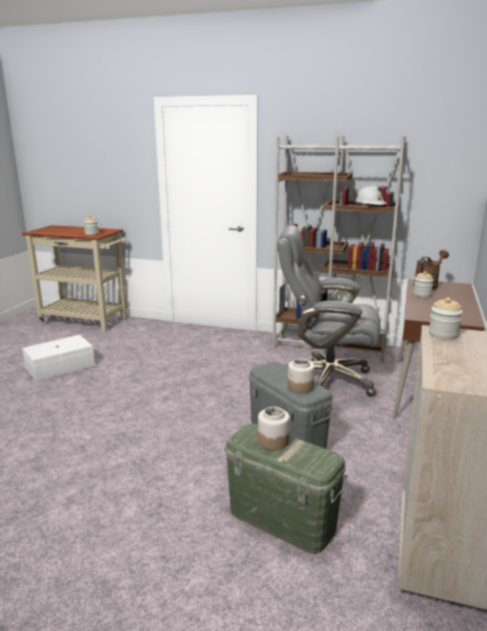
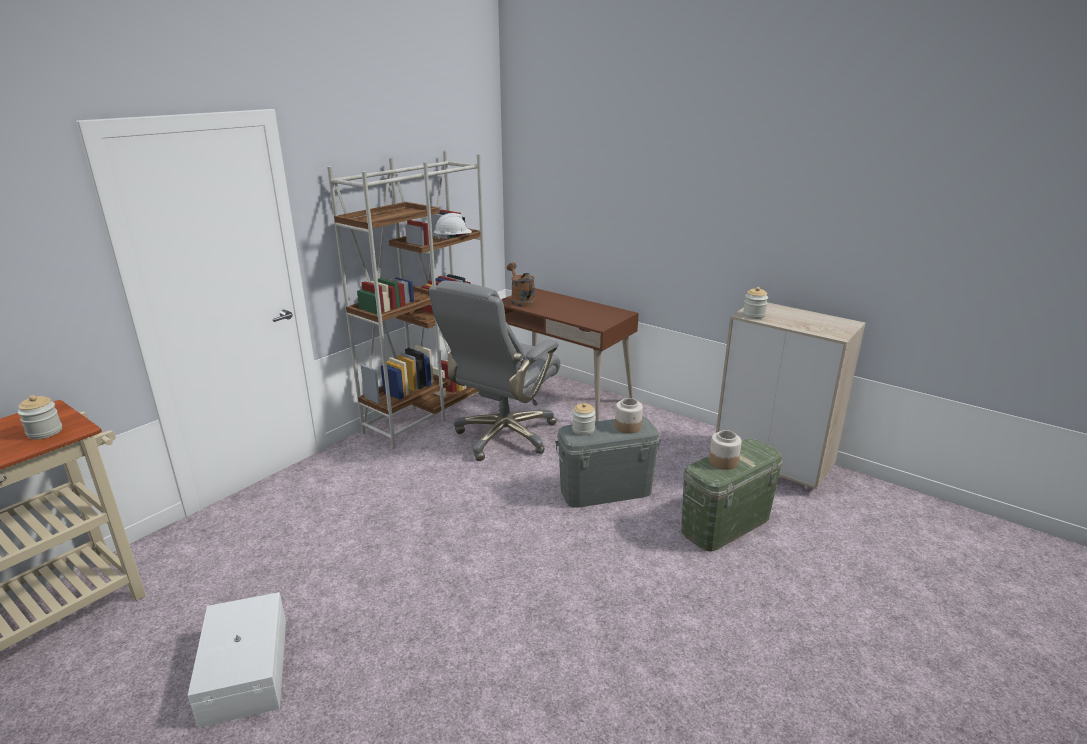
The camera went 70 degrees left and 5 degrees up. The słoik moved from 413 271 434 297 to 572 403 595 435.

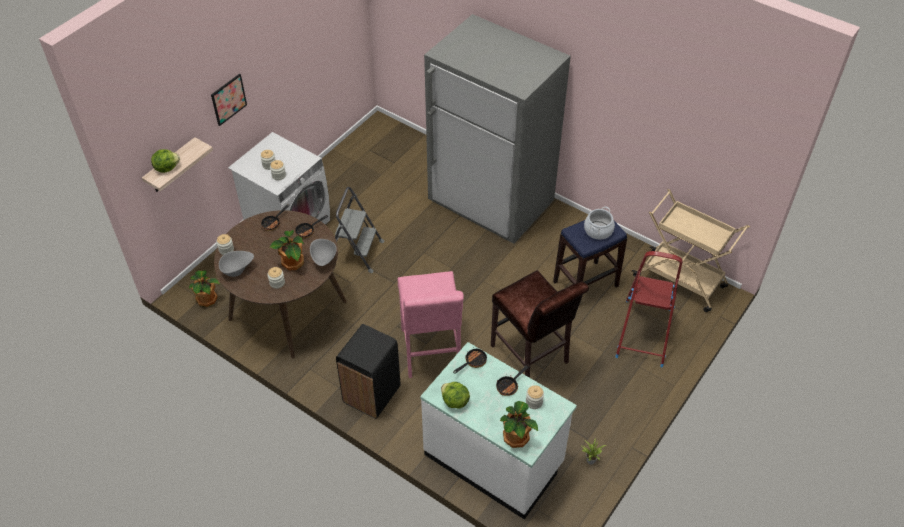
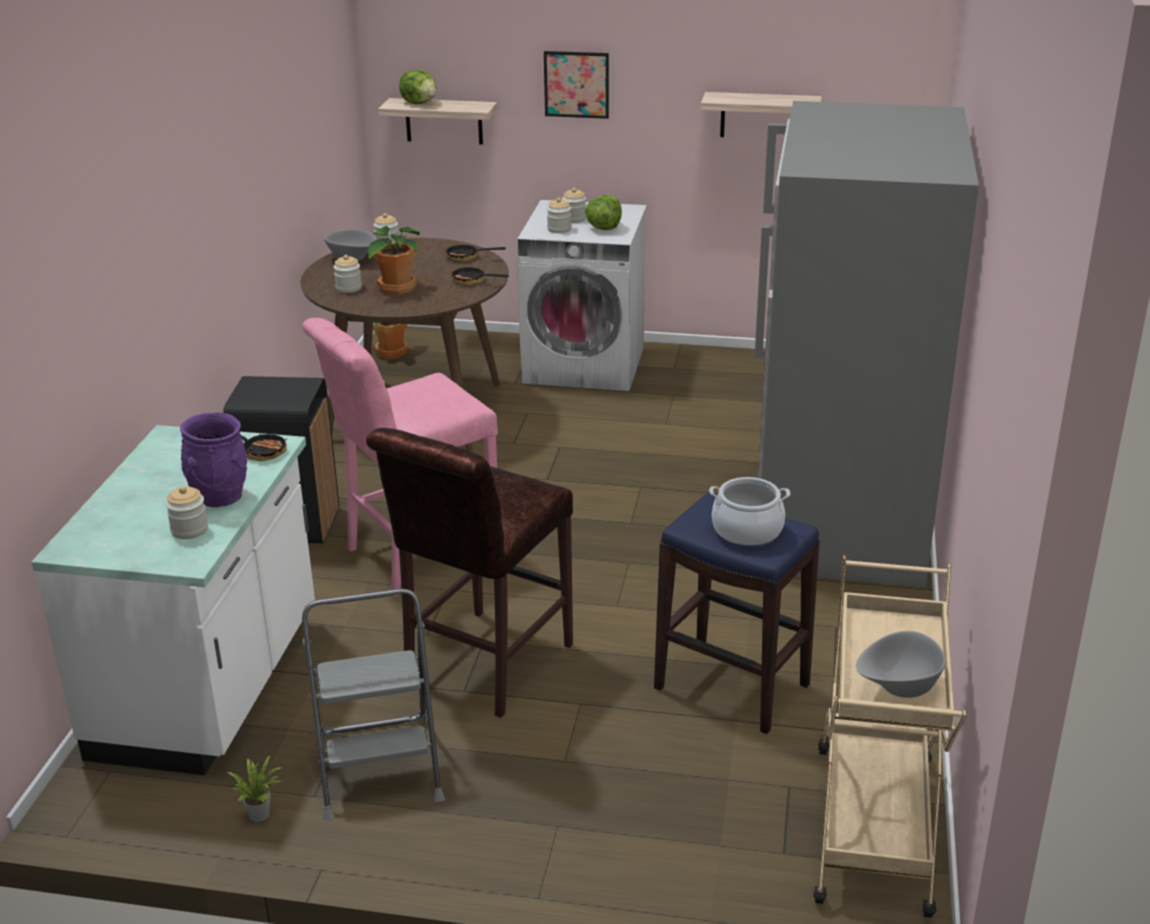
The camera went 65 degrees right and 20 degrees down. The drabinka (szary) moved from 335 187 384 273 to 302 589 445 820. The miska (szary) moved from 310 239 337 266 to 856 631 945 698. The drabinka (czerwony) at 615 251 683 367 disappeared. The patelnia at 496 364 530 396 was replaced by the wazon (fioletowy) at 180 412 247 507. The sałata moved from 441 382 470 409 to 585 195 622 230. The roślina doniczkowa at 500 401 538 448 disappeared. The półka at 701 92 822 137 appeared.

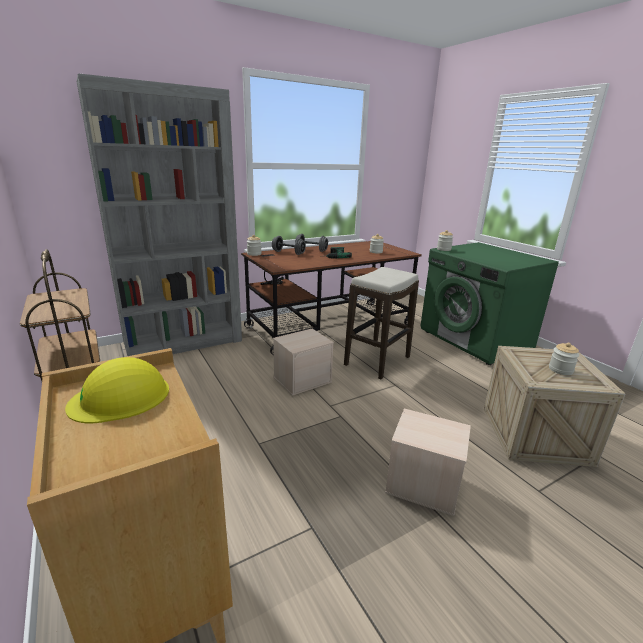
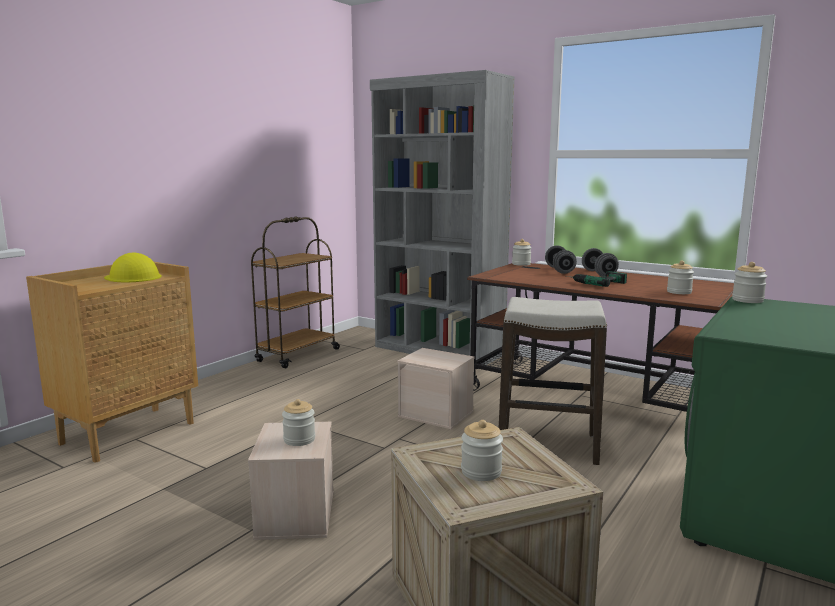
The camera went 65 degrees right and 10 degrees down. The słoik at 282 399 315 446 appeared.

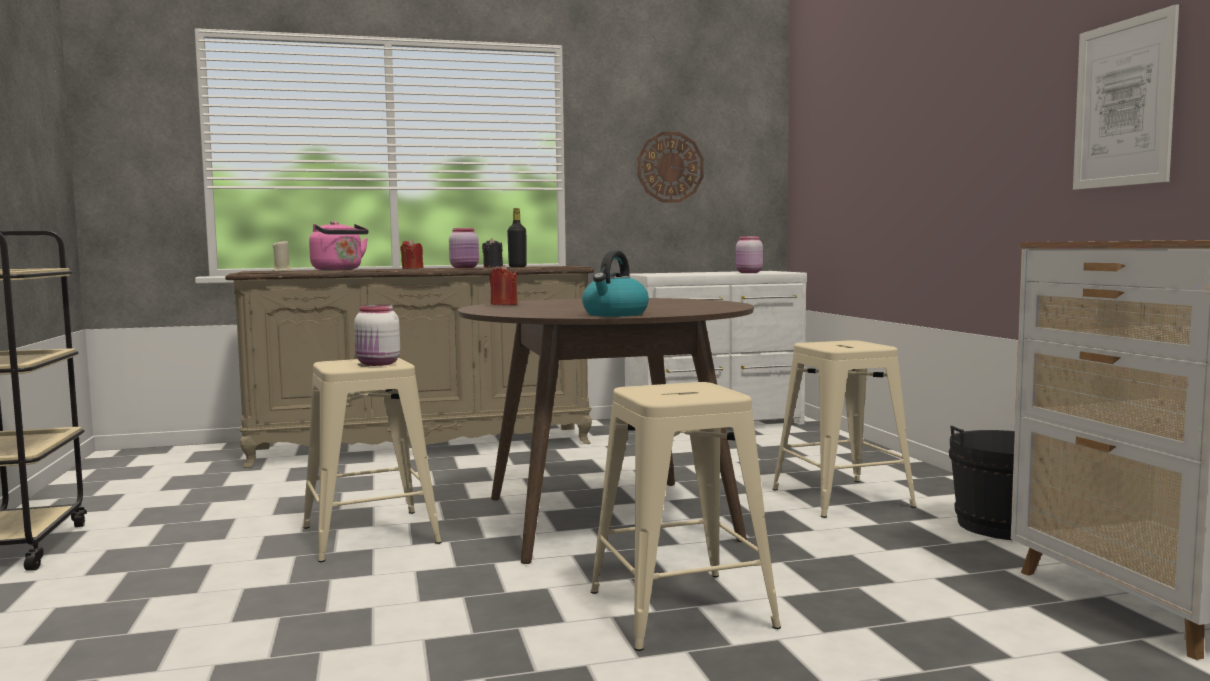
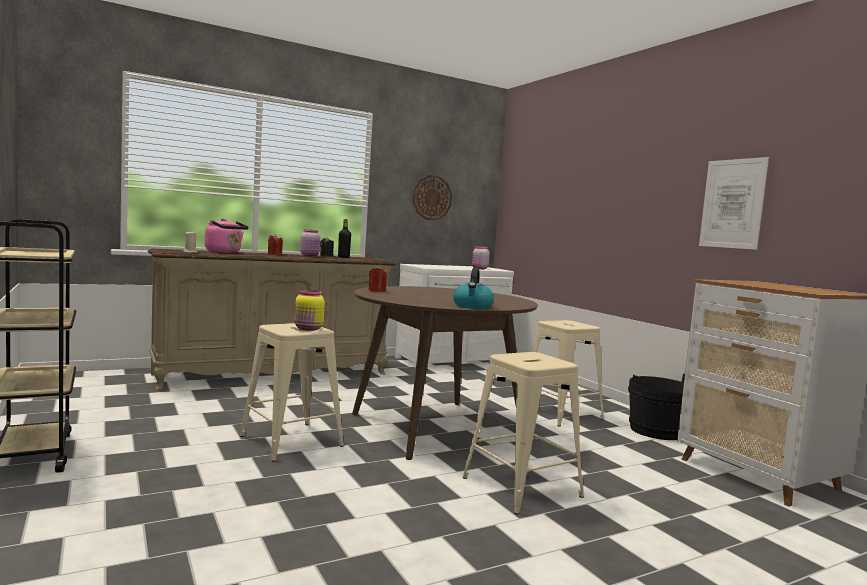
The camera went 15 degrees left and 0 degrees up. The słoik (biały) at 354 305 400 366 became the słoik (żółty) at 294 290 325 331.

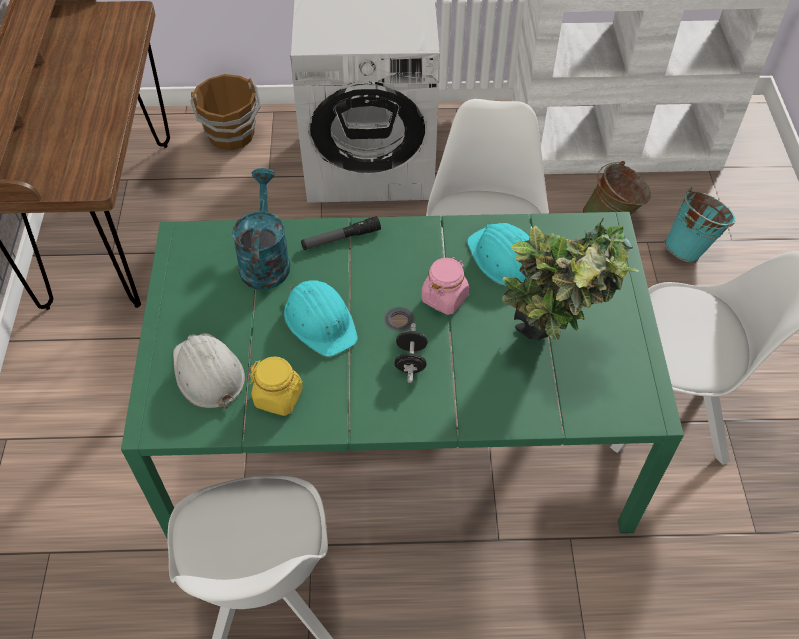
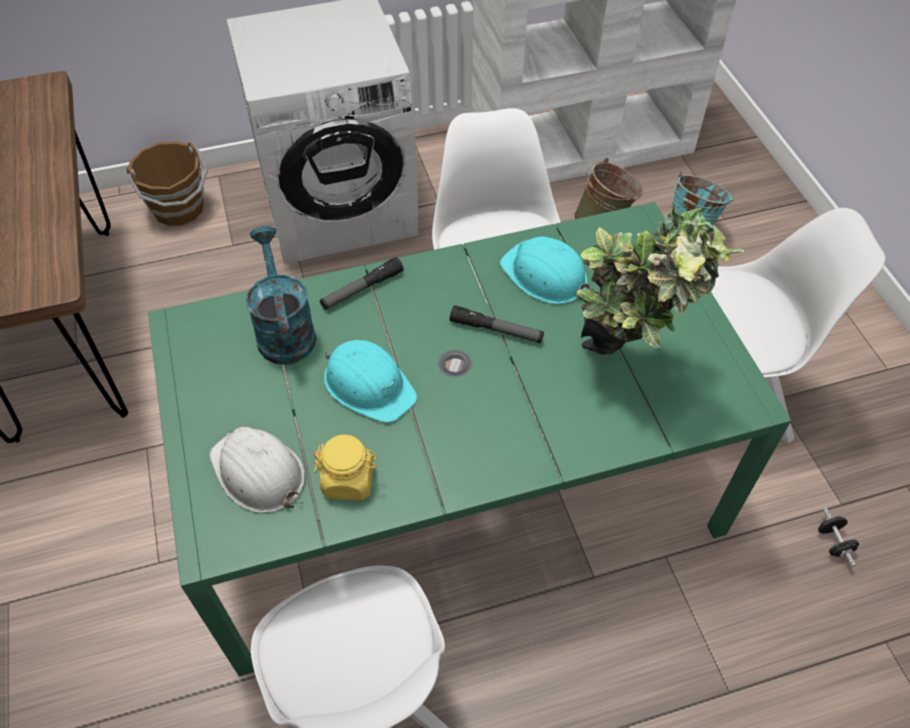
The camera went 15 degrees left and 0 degrees up. The słoik (różowy) at 422 257 469 315 was replaced by the latarka at 450 305 544 343. The hantel (czarny) moved from 394 323 428 383 to 818 507 859 567.

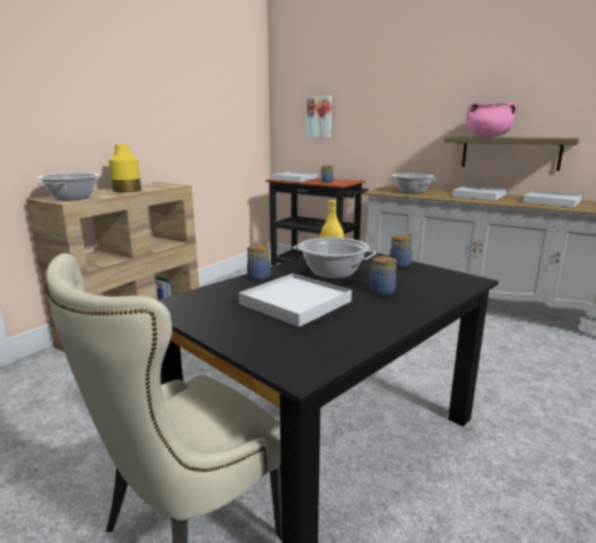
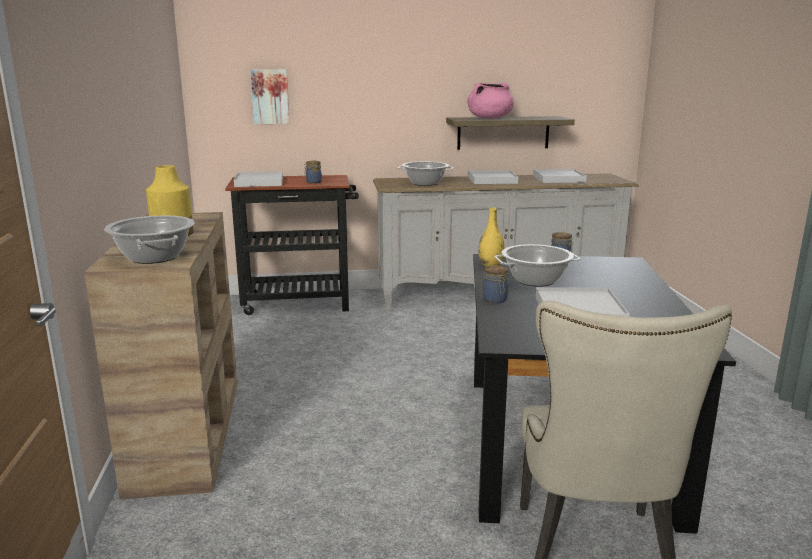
The camera went 40 degrees left and 0 degrees up. The słoik at 370 256 397 295 disappeared.

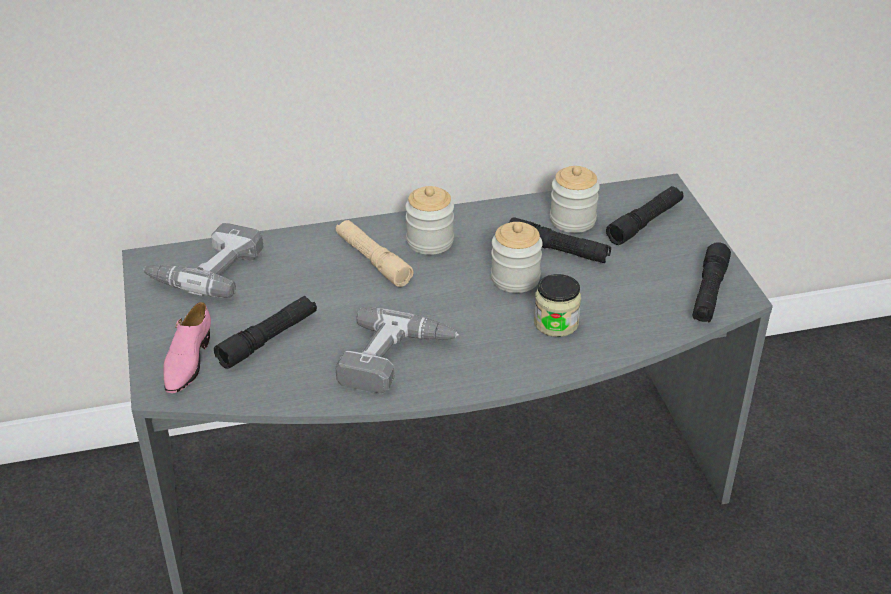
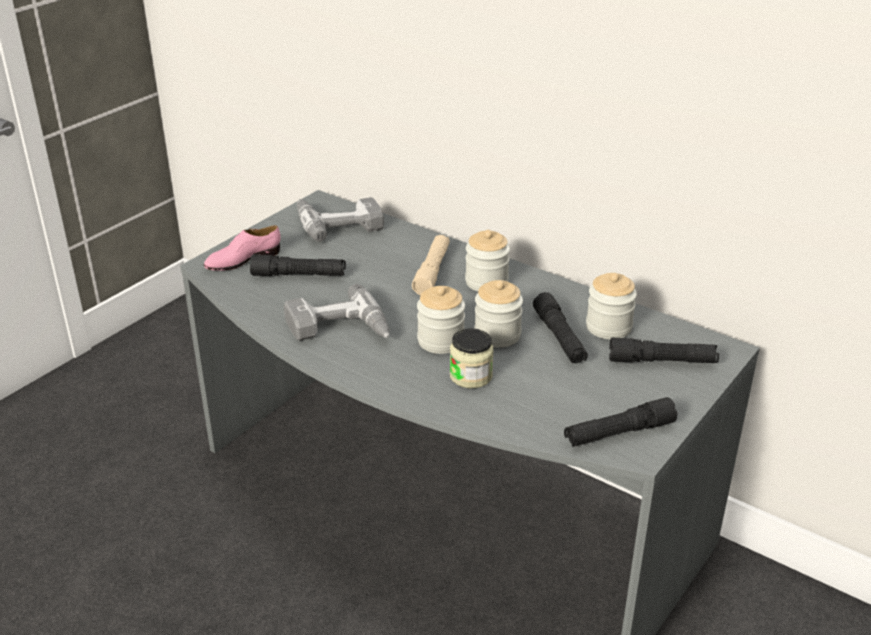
The camera went 50 degrees right and 5 degrees down. The słoik at 417 286 465 354 appeared.

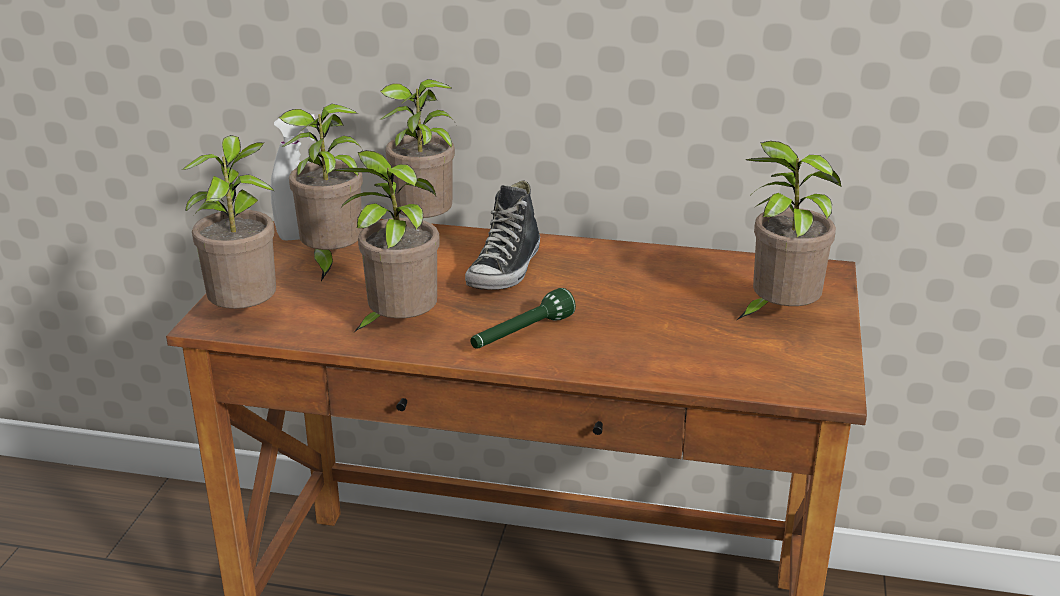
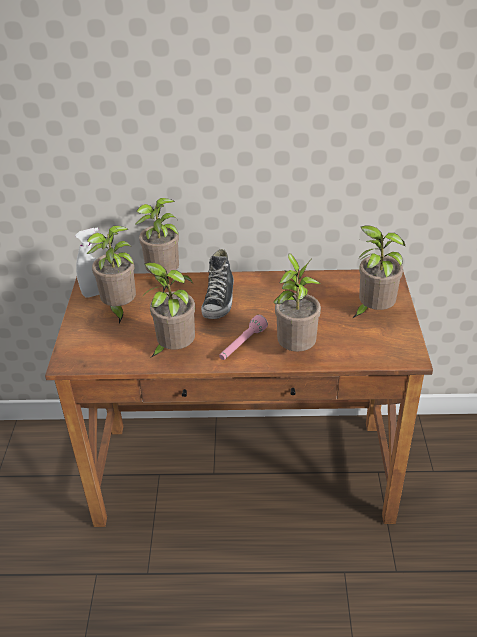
The camera went 10 degrees left and 10 degrees up. The roślina doniczkowa moved from 182 135 276 309 to 273 253 321 352. The latarka (zielony) at 470 288 576 349 became the latarka (różowy) at 219 315 268 360.

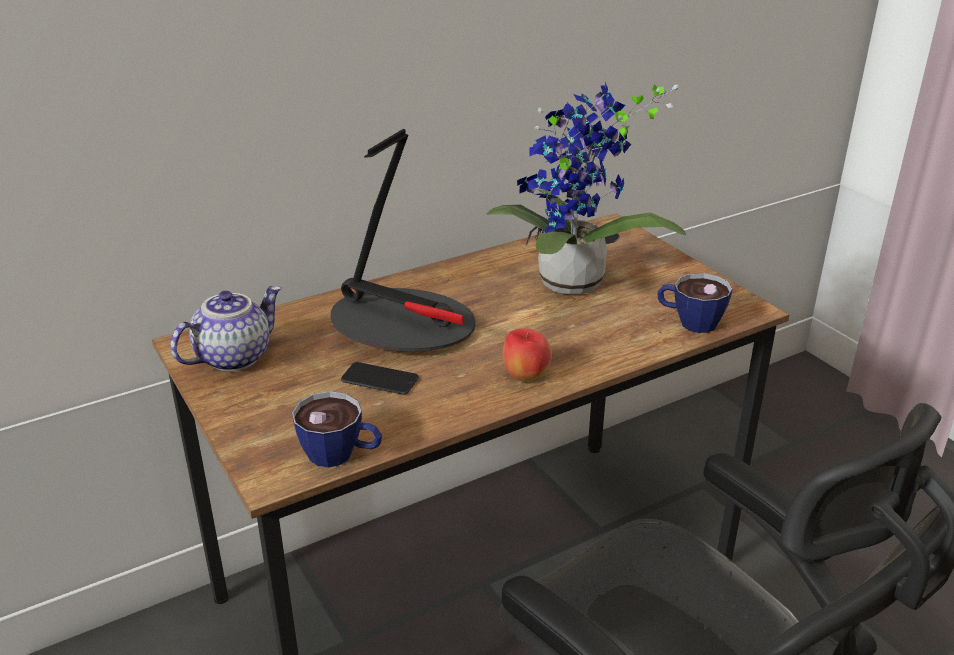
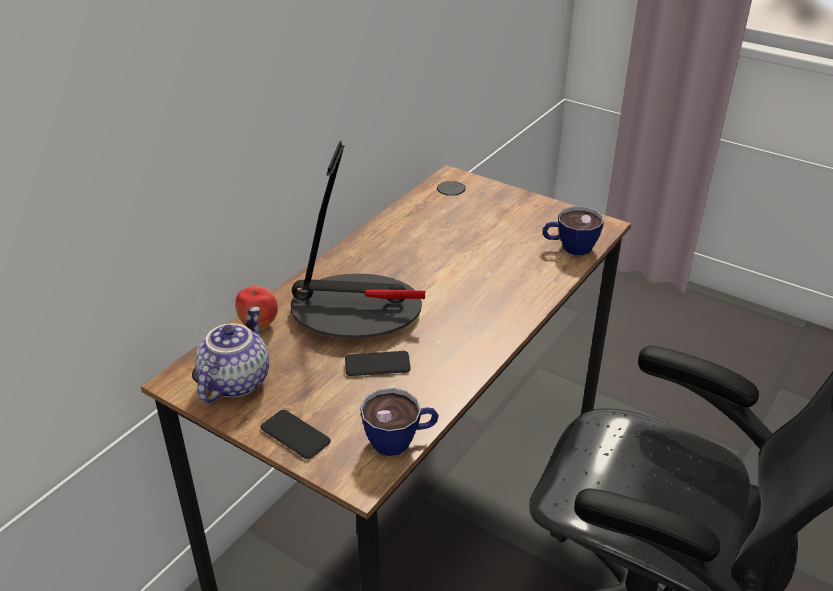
The camera went 25 degrees left and 5 degrees up. The roślina doniczkowa at 486 82 686 295 disappeared. The jabłko moved from 503 328 552 382 to 235 286 278 330. The telefon at 261 410 331 459 appeared.

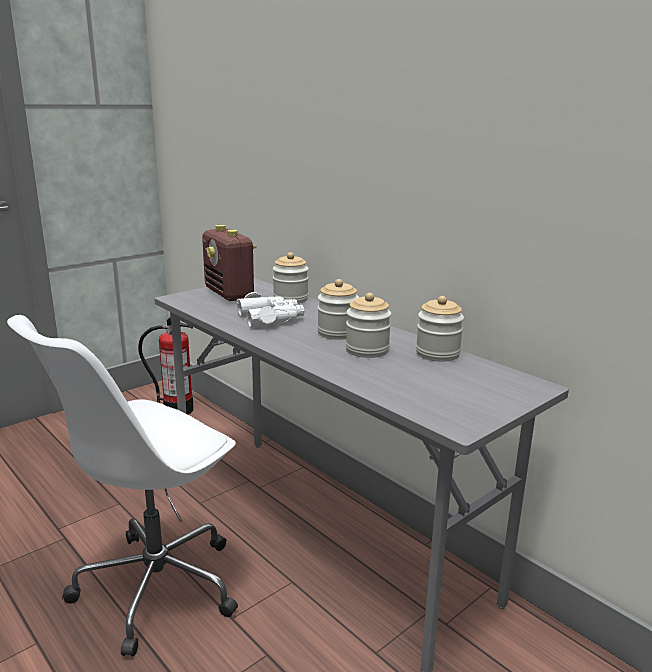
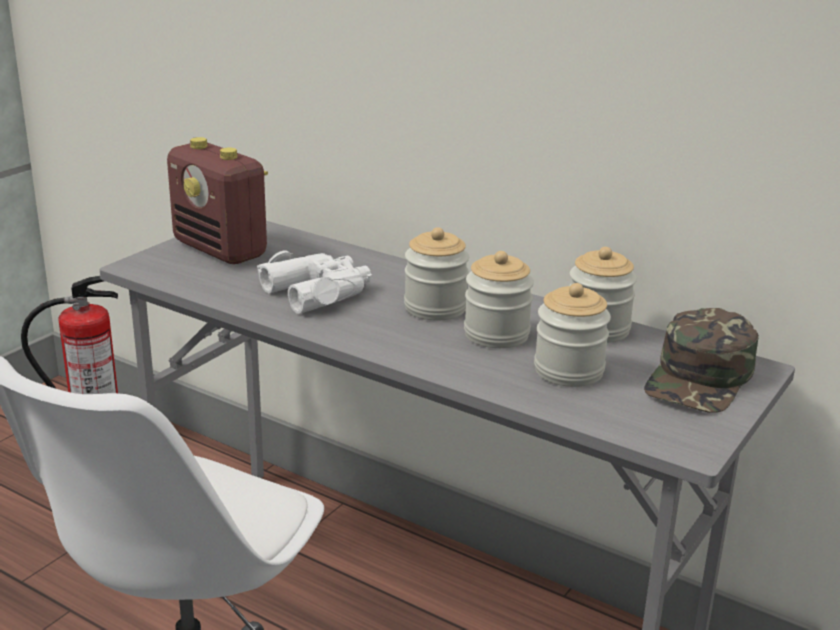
The camera went 15 degrees left and 5 degrees up. The słoik moved from 273 252 309 304 to 534 283 611 387. The czapka z daszkiem (zielony) at 644 308 759 413 appeared.

